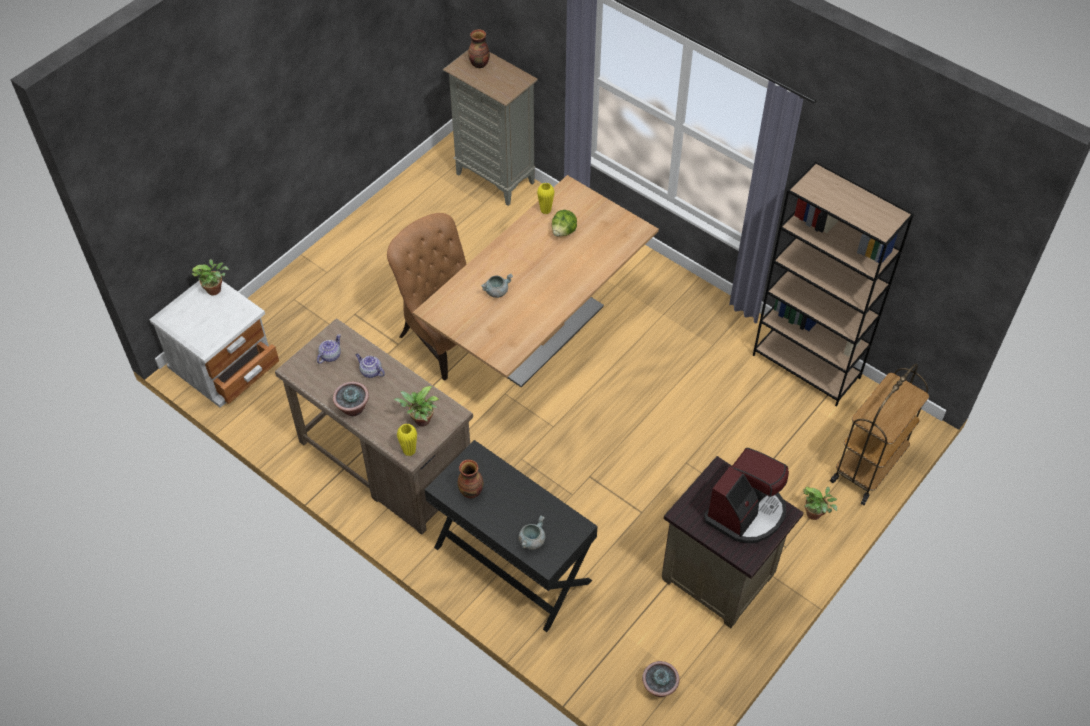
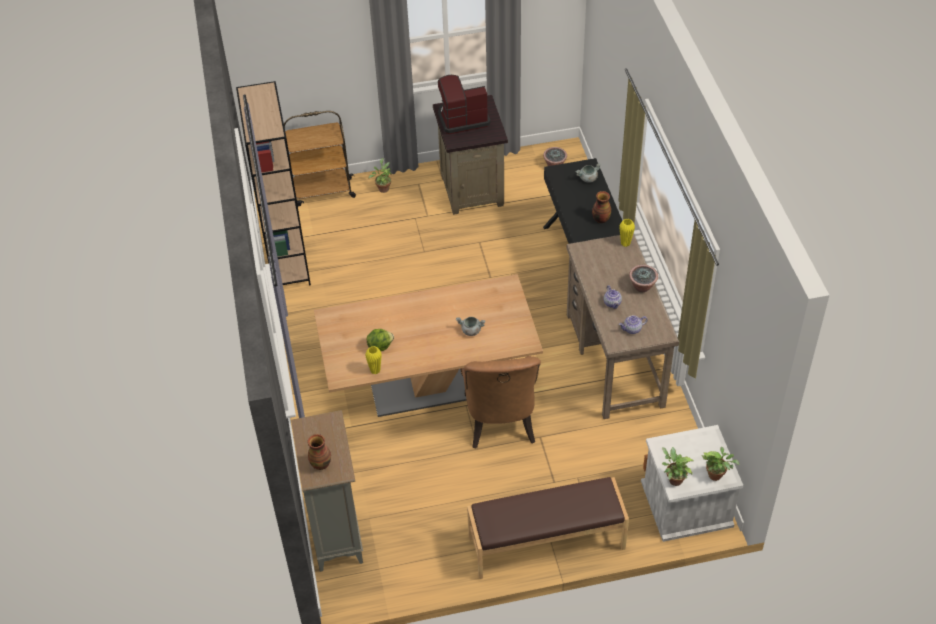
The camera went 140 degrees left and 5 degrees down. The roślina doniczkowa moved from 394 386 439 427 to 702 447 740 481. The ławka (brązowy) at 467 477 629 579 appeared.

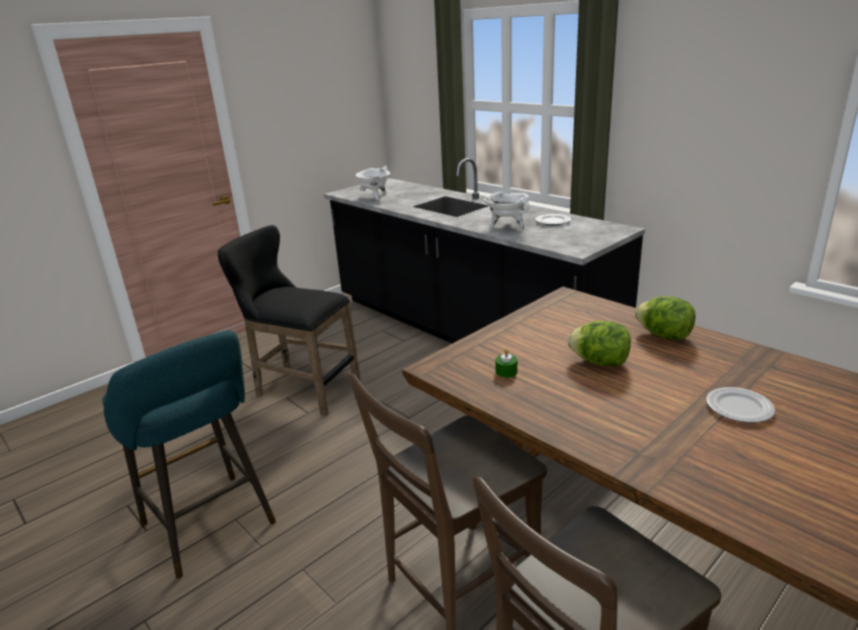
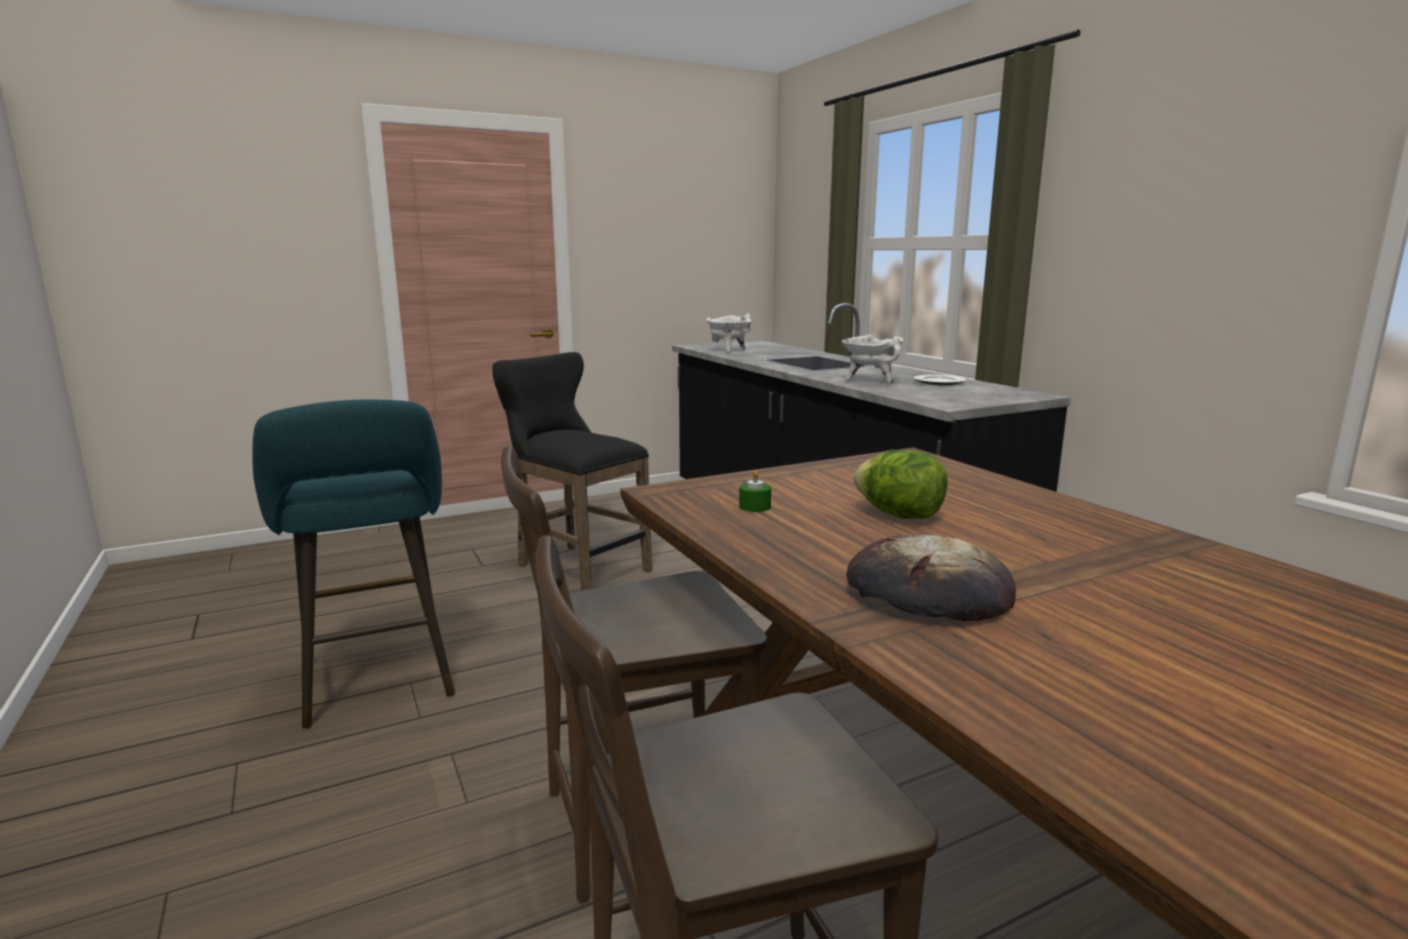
The camera went 15 degrees right and 10 degrees down. The sałata at 635 296 695 340 disappeared. The talerz at 706 387 775 423 disappeared. The chleb at 846 535 1016 621 appeared.

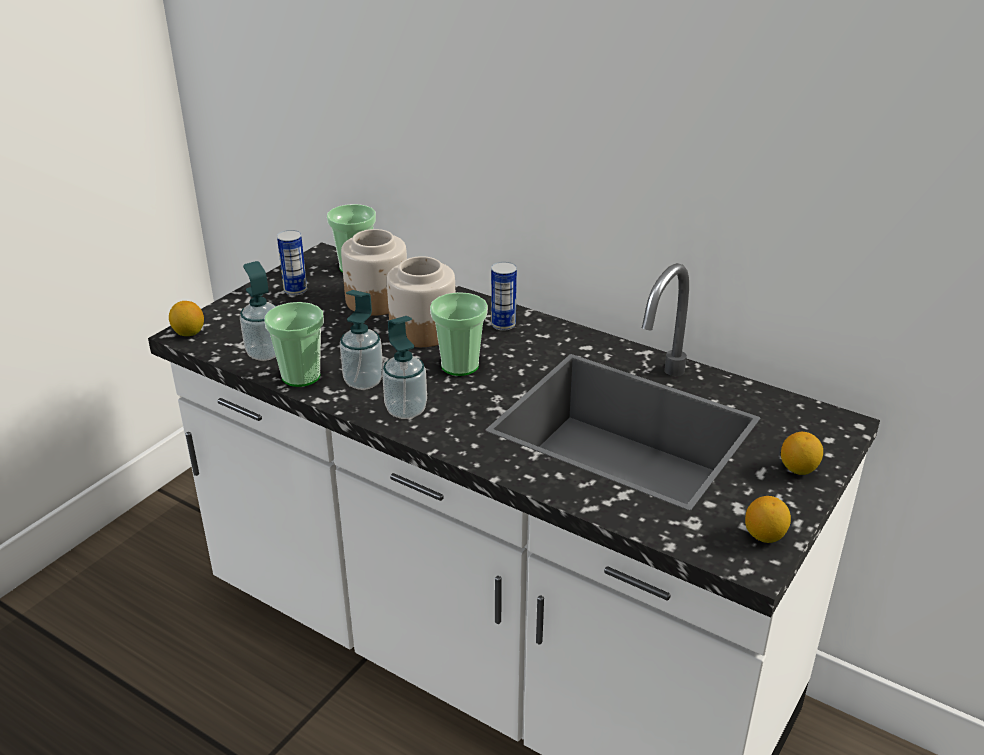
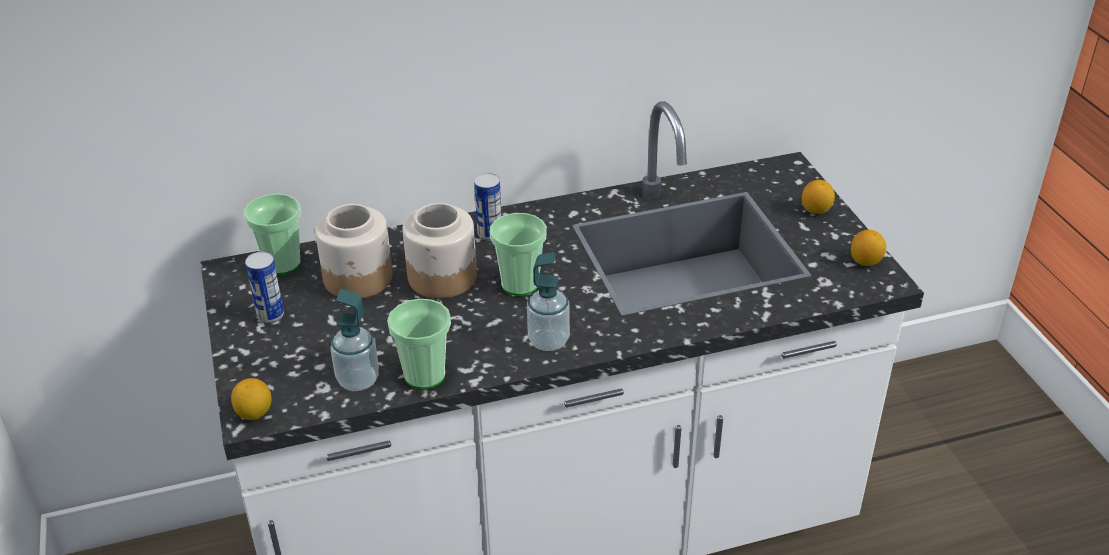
The camera went 50 degrees left and 5 degrees up. The dozownik mydła at 340 290 383 390 disappeared.

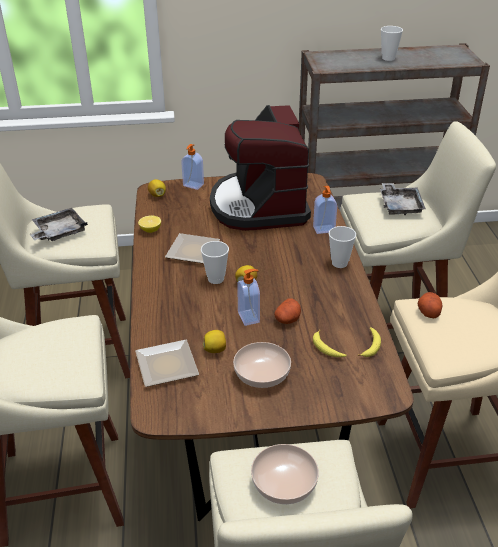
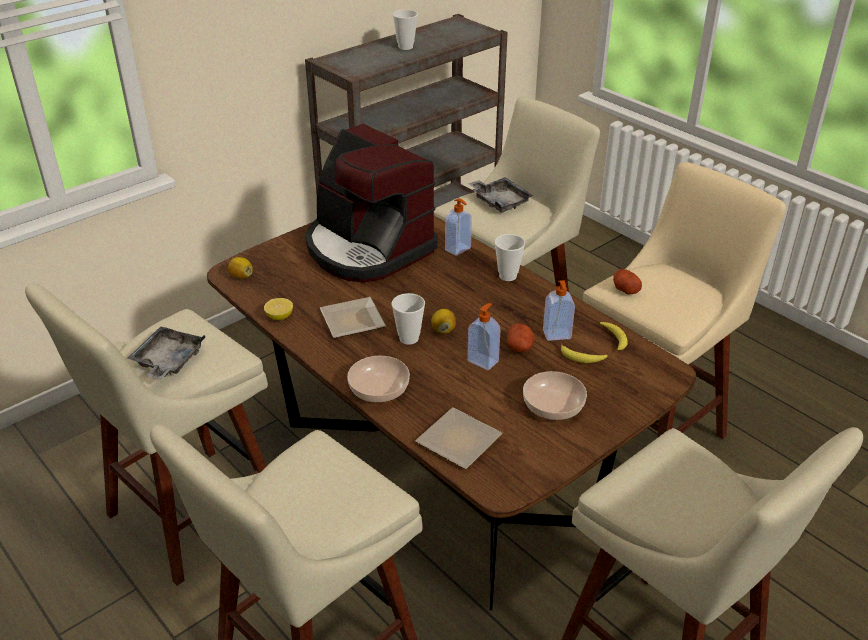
The camera went 35 degrees left and 0 degrees up. The dozownik mydła moved from 181 144 204 190 to 543 280 575 341. The cytryna at 203 330 226 353 disappeared. The miska moved from 251 444 319 505 to 347 356 410 403.

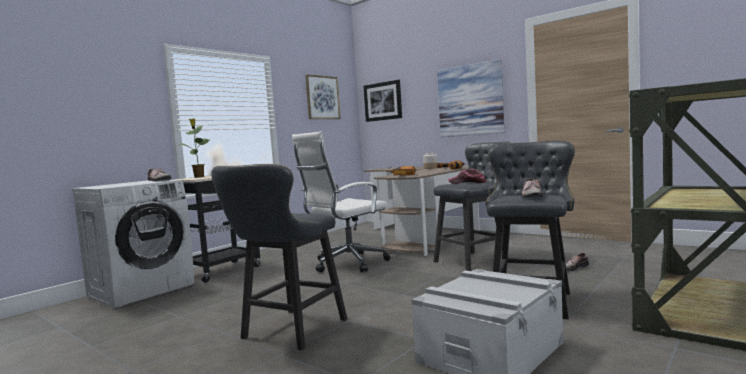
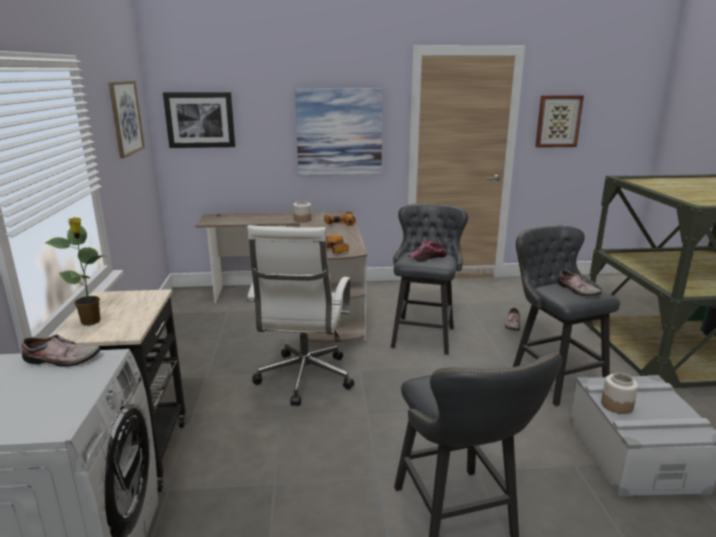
The camera went 45 degrees left and 15 degrees up. The obraz at 535 95 584 148 appeared. The słoik at 601 373 638 414 appeared.

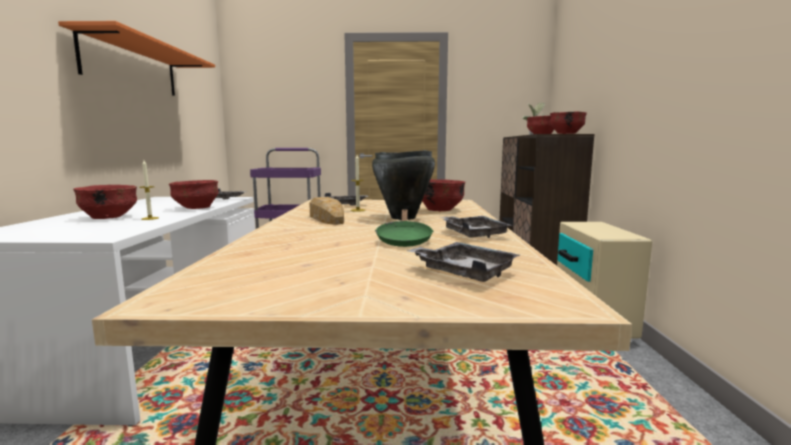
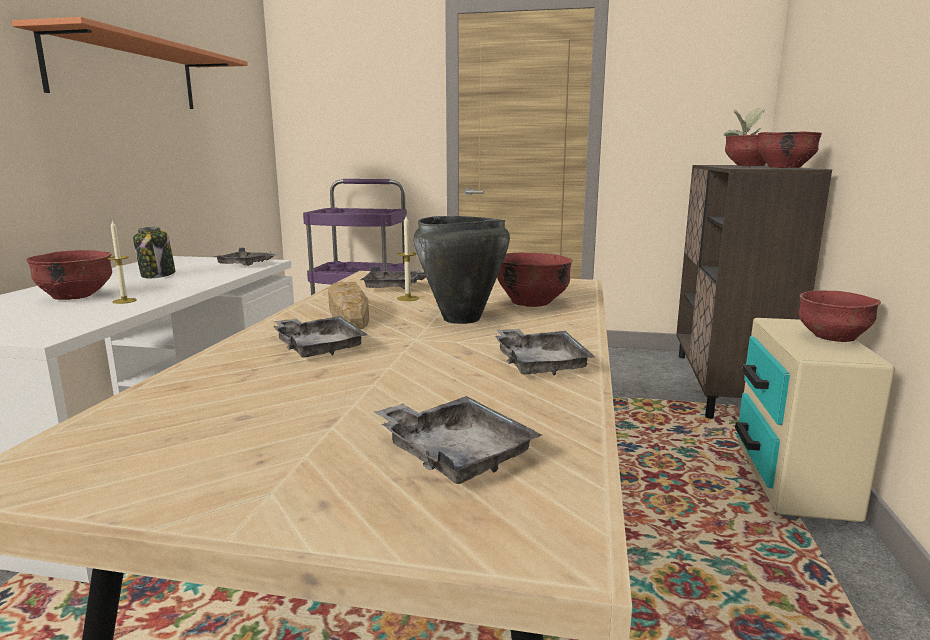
The camera went 10 degrees right and 5 degrees up. The miska (czerwony) moved from 169 180 218 209 to 799 291 881 342. The patelnia (zielony) at 375 209 434 247 disappeared. The słoik at 133 226 175 278 appeared. The taca (szary) at 273 316 368 358 appeared.

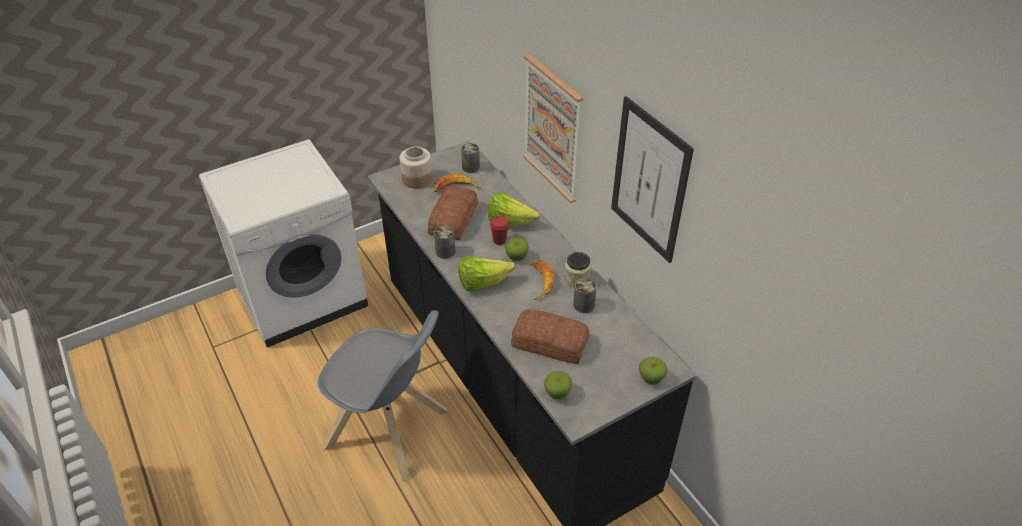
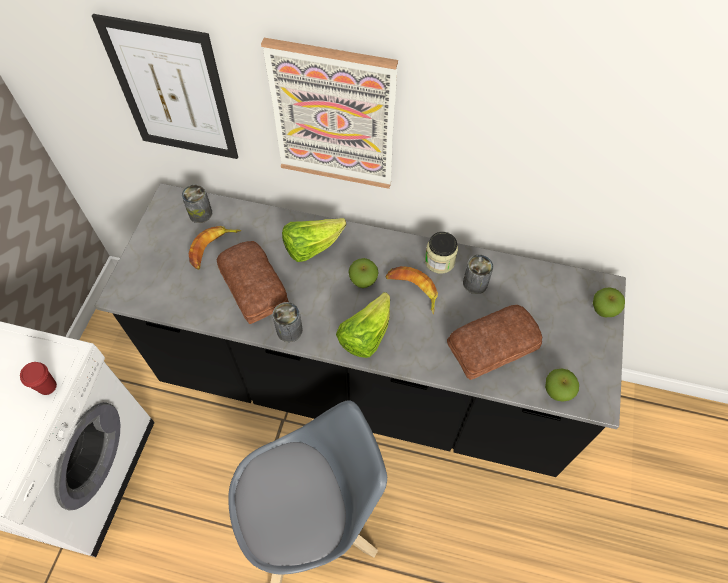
The camera went 45 degrees left and 15 degrees up. The obraz moved from 611 96 694 263 to 92 14 238 159. The słoik at 399 146 433 189 disappeared. The filiżanka (czerwony) moved from 490 216 509 245 to 20 362 57 395.

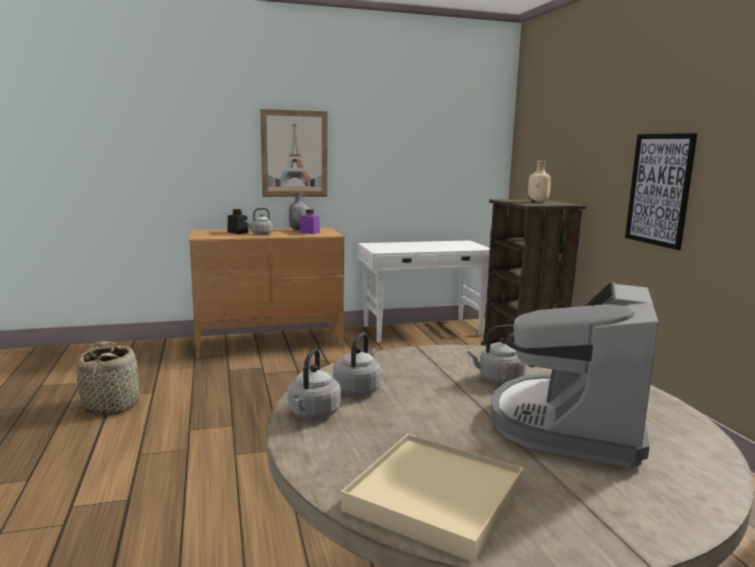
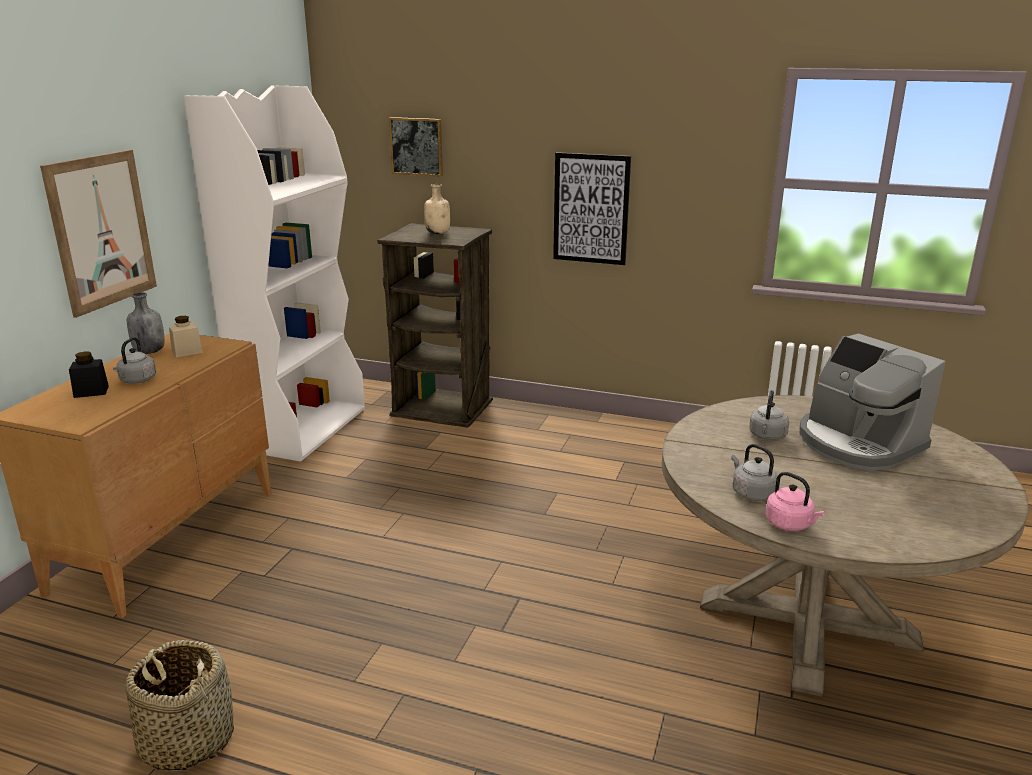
The camera went 55 degrees left and 10 degrees up. The słoik (fioletowy) at 300 209 320 234 became the słoik (beżowy) at 169 316 203 358. The stolik konsolowy (biały) at 358 240 490 343 was replaced by the regał (biały) at 184 85 365 462. The czajnik (szary) at 288 348 341 419 became the czajnik (różowy) at 766 472 825 531. The taca (beżowy) at 341 434 523 562 disappeared. The obraz at 389 117 443 177 appeared.

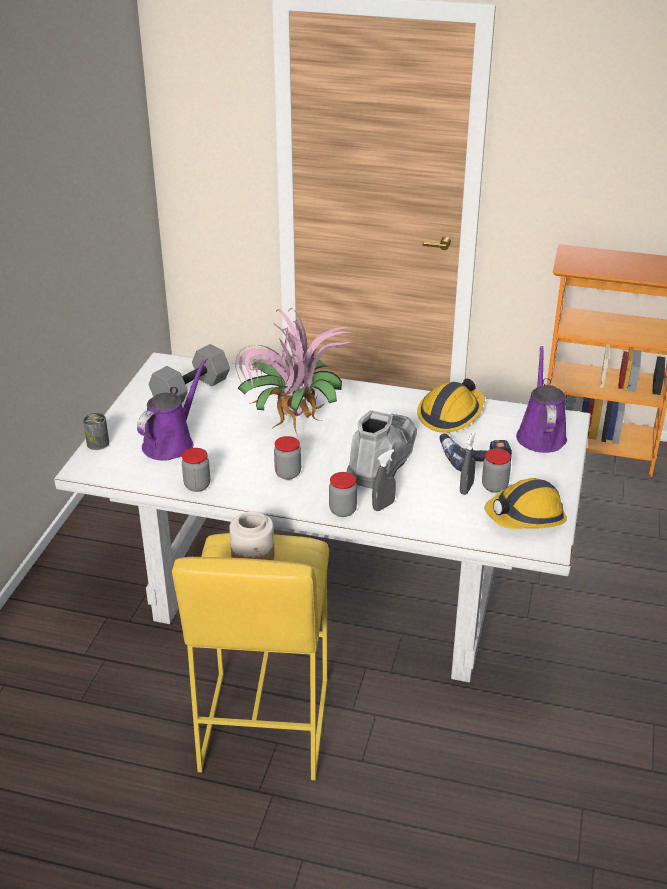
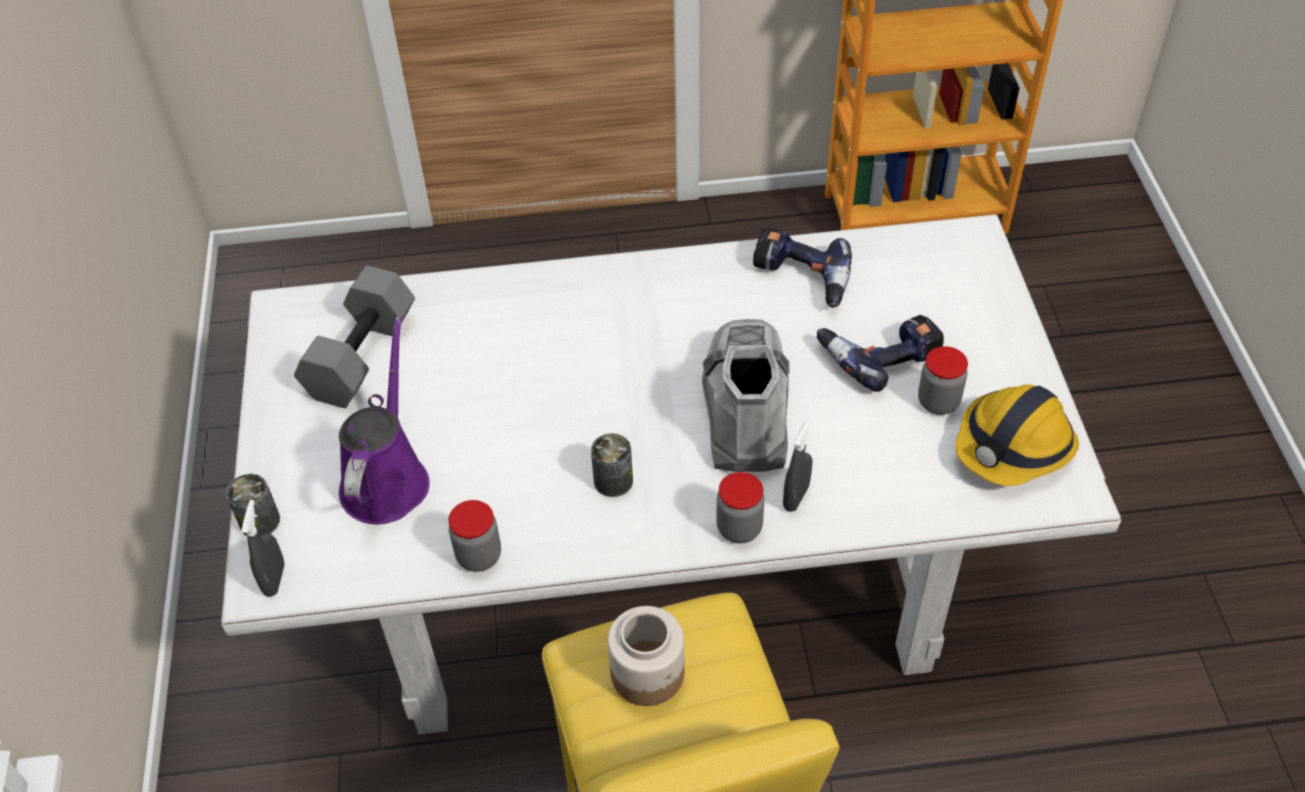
The camera went 20 degrees left and 15 degrees up. The roślina doniczkowa at 235 308 352 437 disappeared. The konewka (fioletowy) at 516 346 567 453 disappeared. The kask at 417 379 485 433 was replaced by the wiertarka at 753 228 852 308. The spryskiwacz (szary) moved from 460 431 476 495 to 241 500 285 597. The słoik at 274 436 301 480 was replaced by the puszka at 591 433 633 497.

